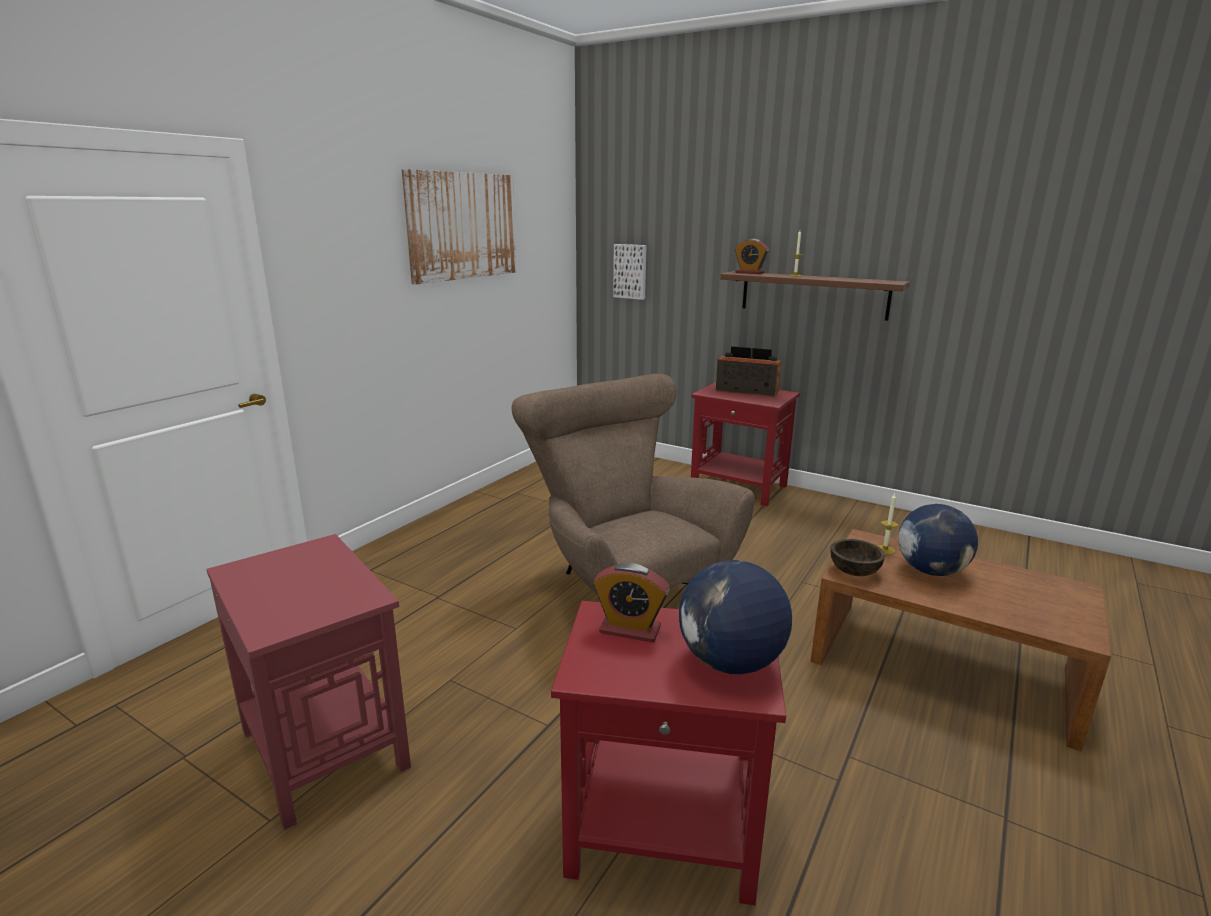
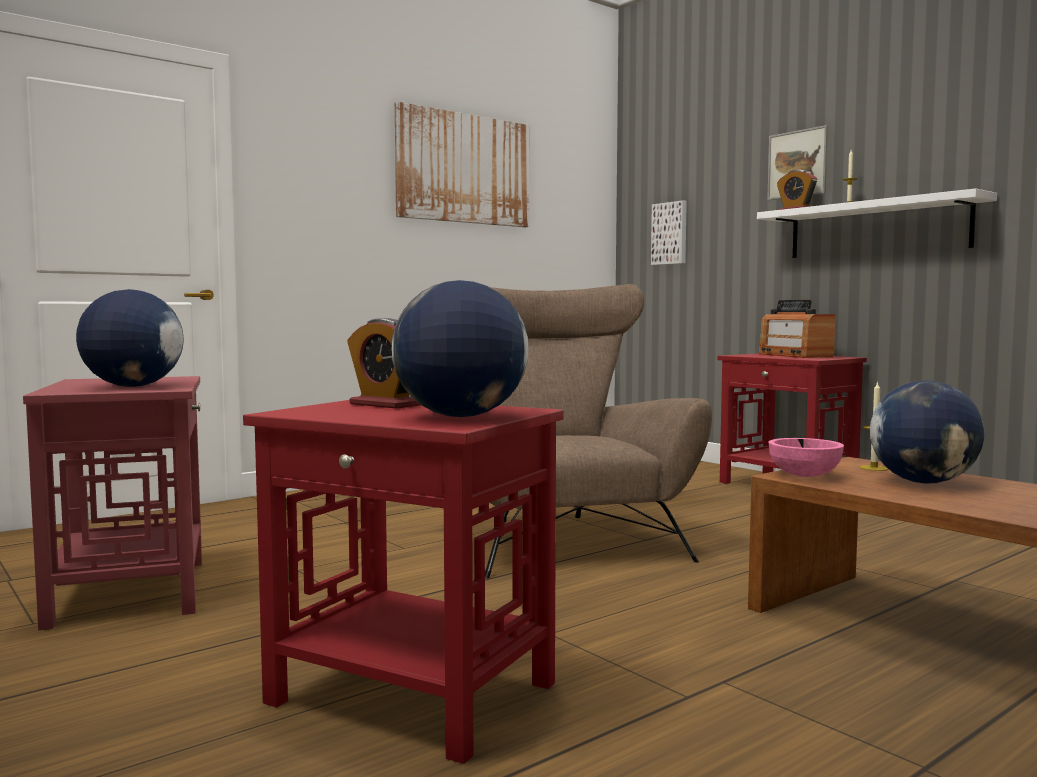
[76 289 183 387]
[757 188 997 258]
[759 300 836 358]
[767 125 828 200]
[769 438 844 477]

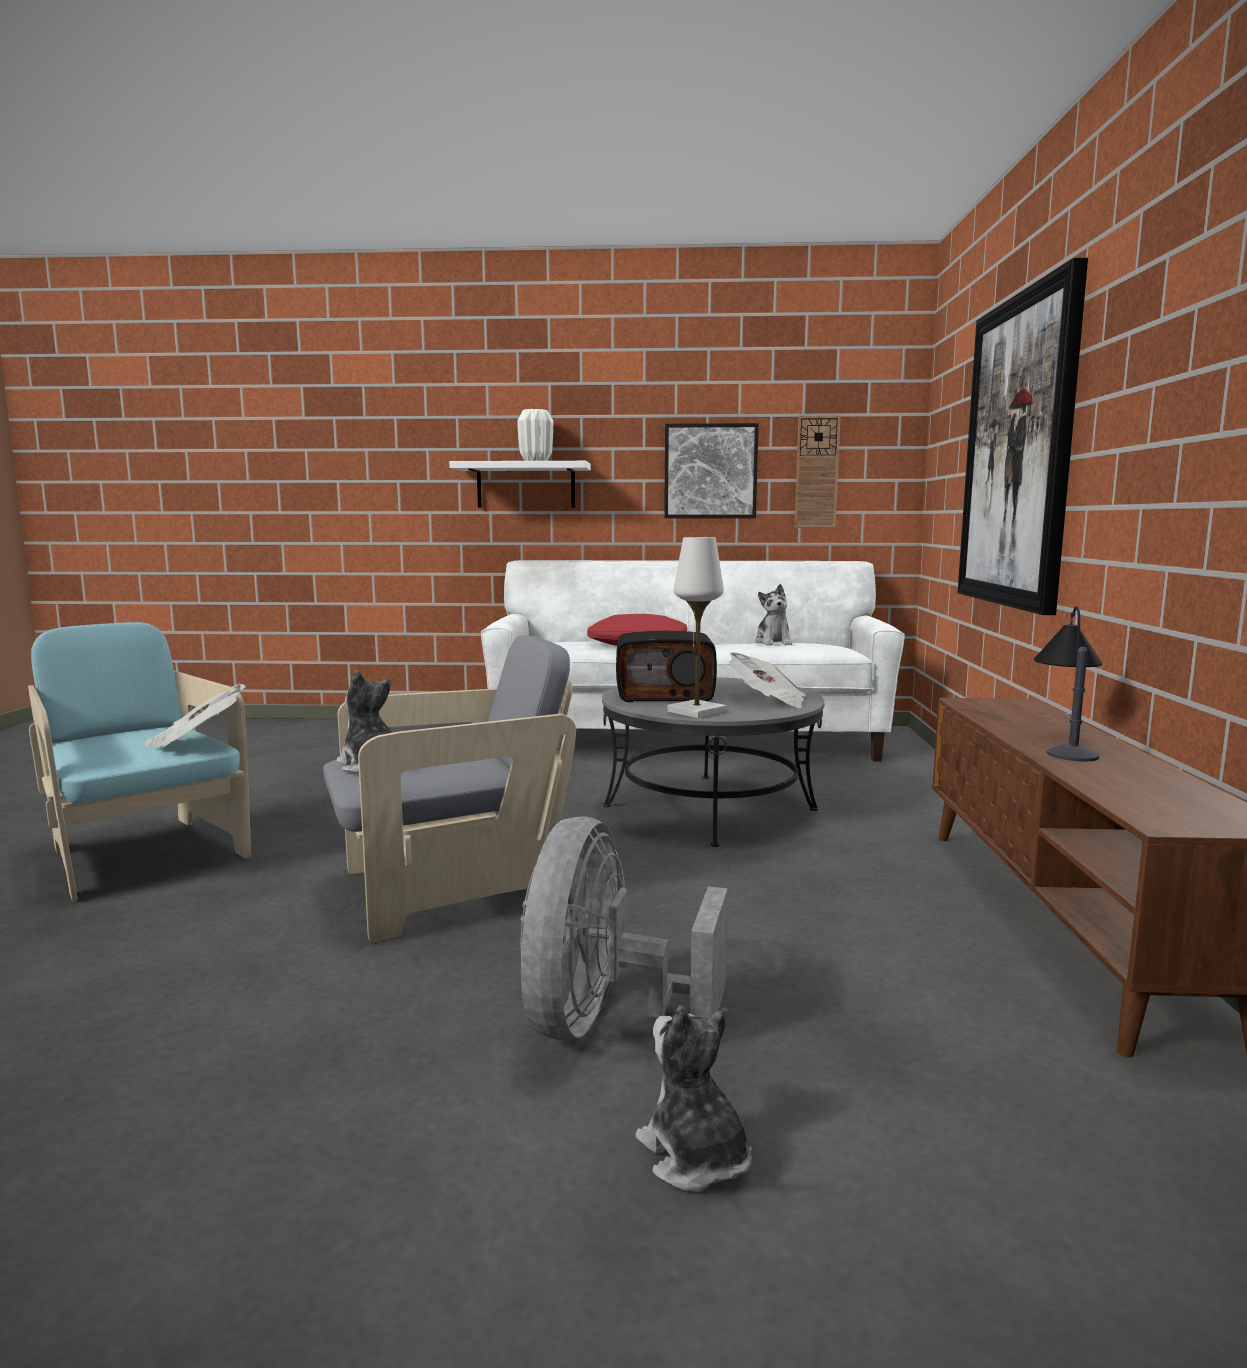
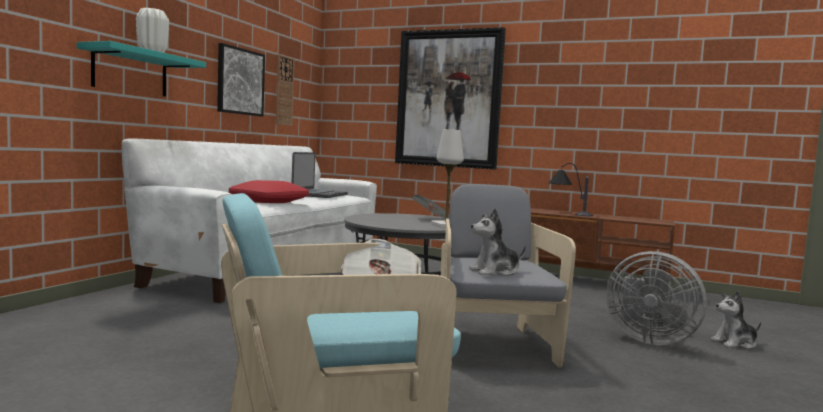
[77 41 206 97]
[292 152 348 198]
[616 631 717 702] (first image)

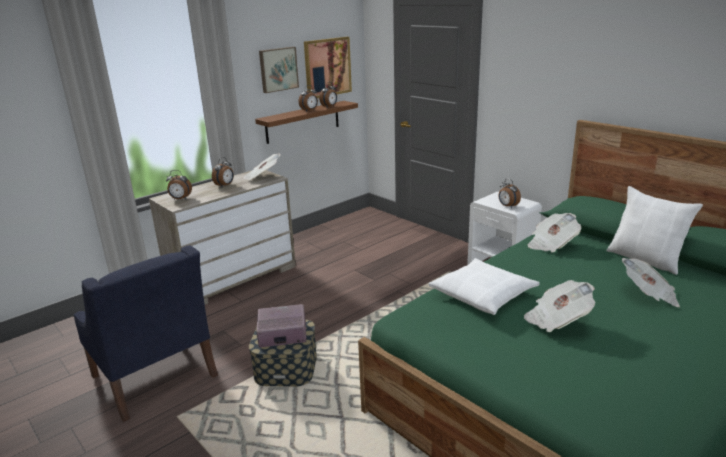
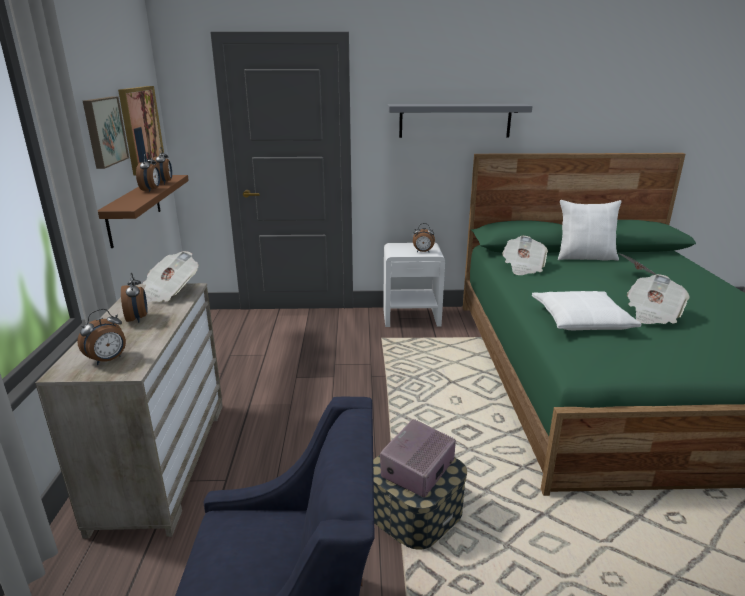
[388 104 533 138]

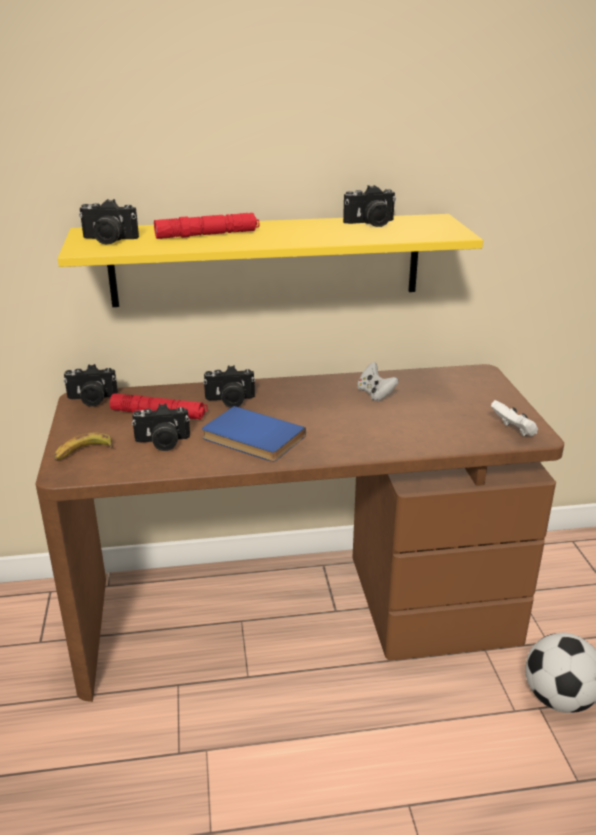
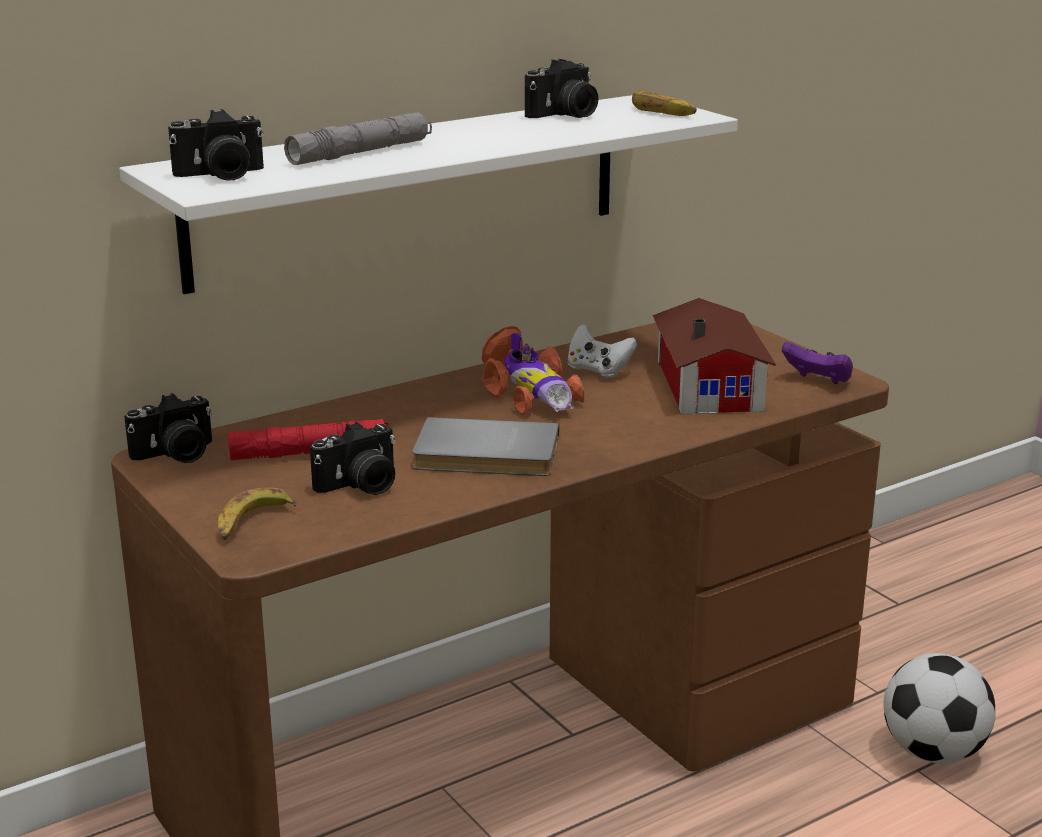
[119 95 738 294]
[284 112 432 165]
[412 417 559 476]
[481 326 584 415]
[632 90 697 116]
[652 298 776 414]
[782 342 853 384]
[203 365 255 408] (first image)

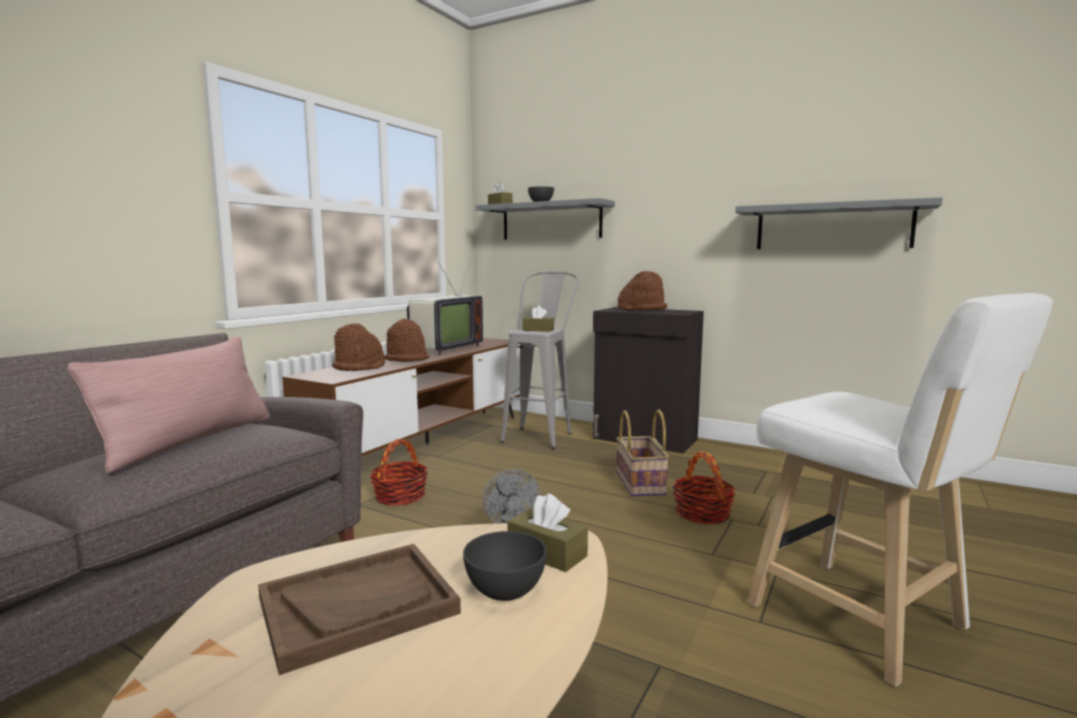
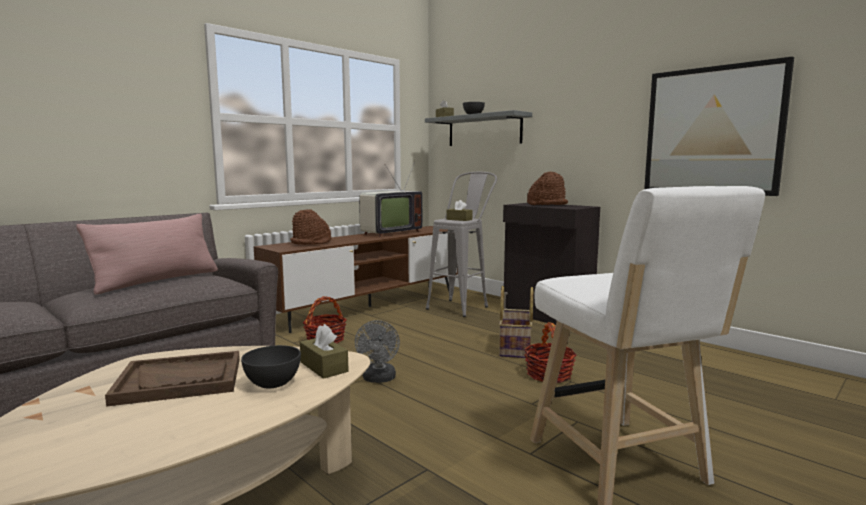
[644 56 794 196]
[384 318 430 362] (first image)

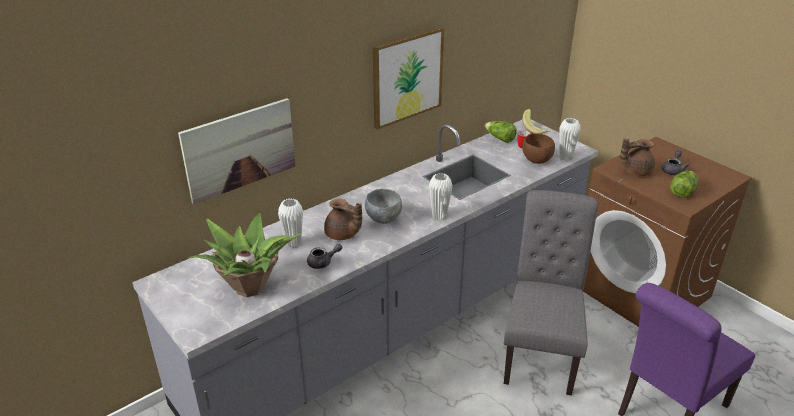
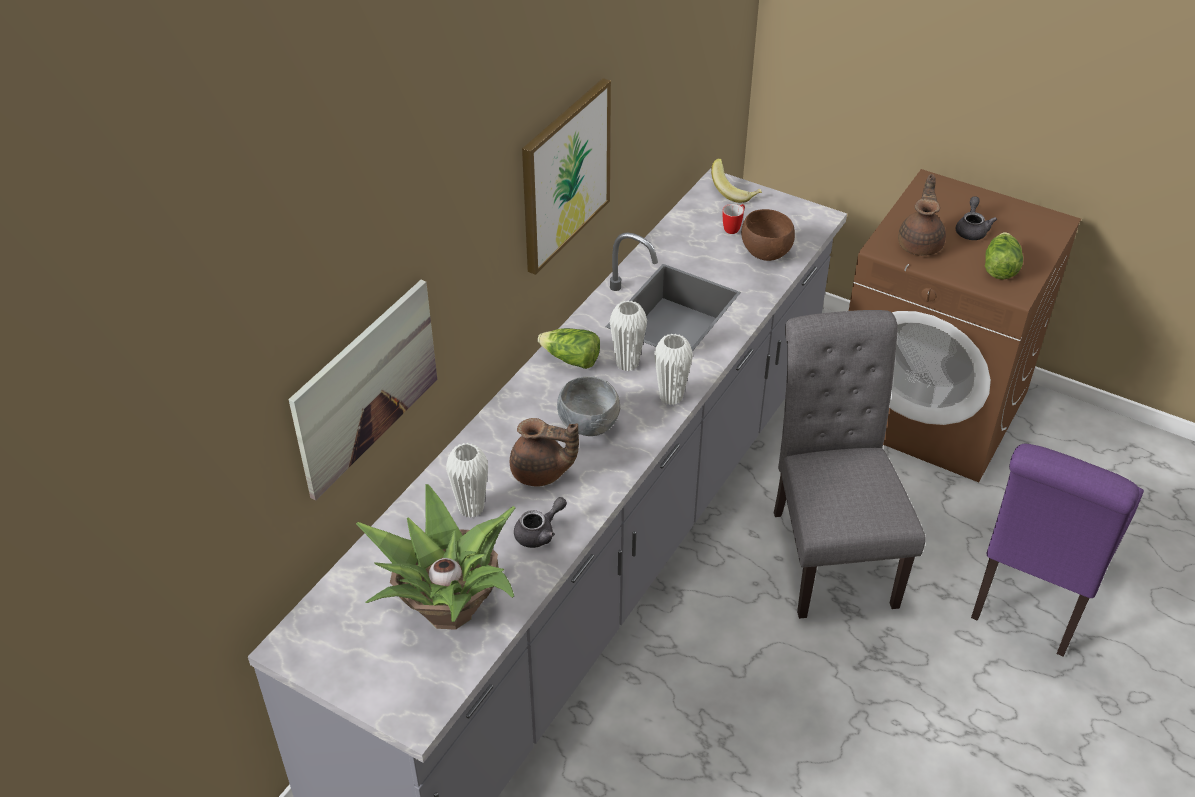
[538 328 600 369]
[610 301 647 371]
[898 174 946 256]

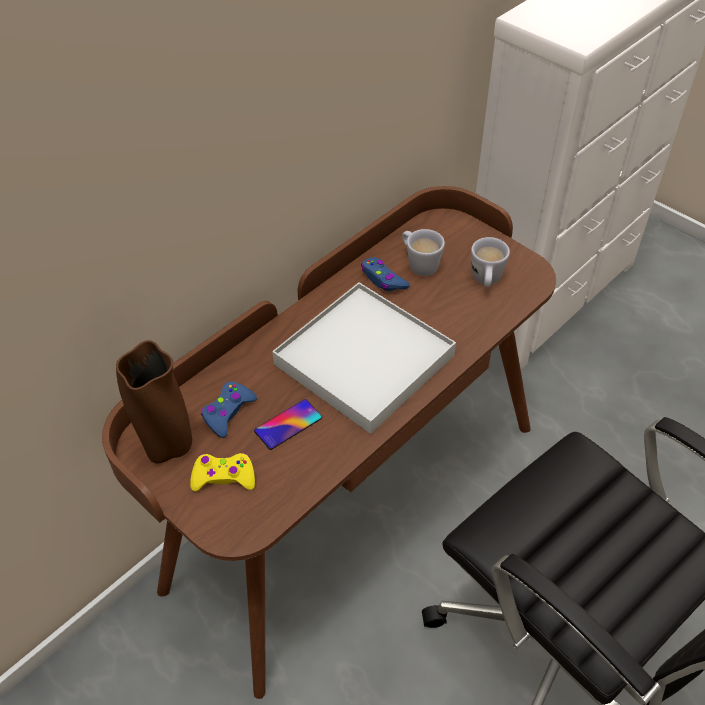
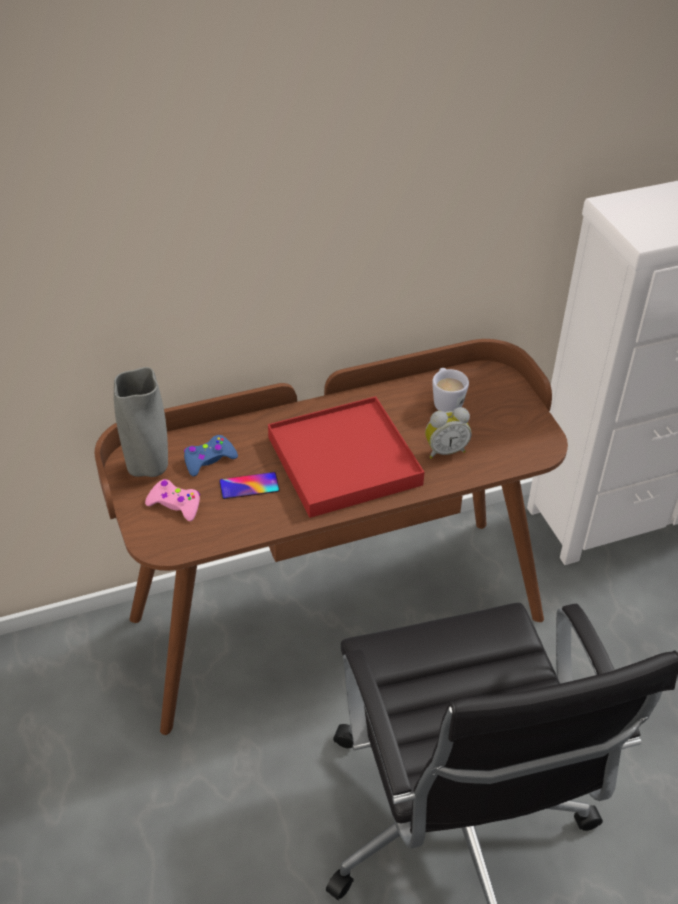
[114 367 168 477]
[145 479 200 521]
[268 396 424 518]
[425 407 472 459]
[361 257 410 291] (first image)
[471 237 510 287] (first image)

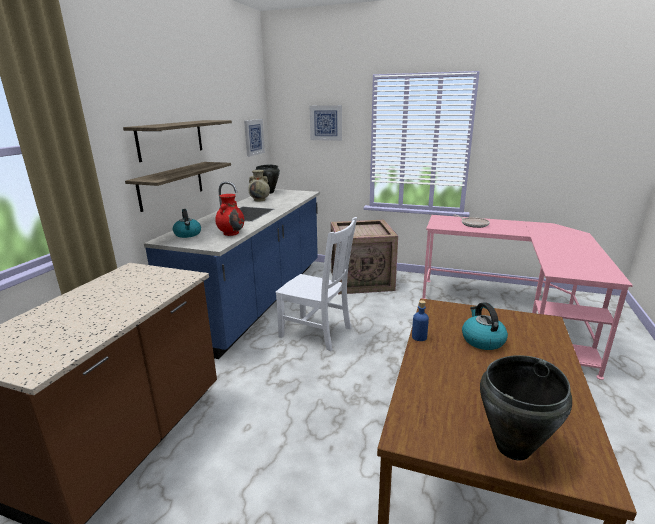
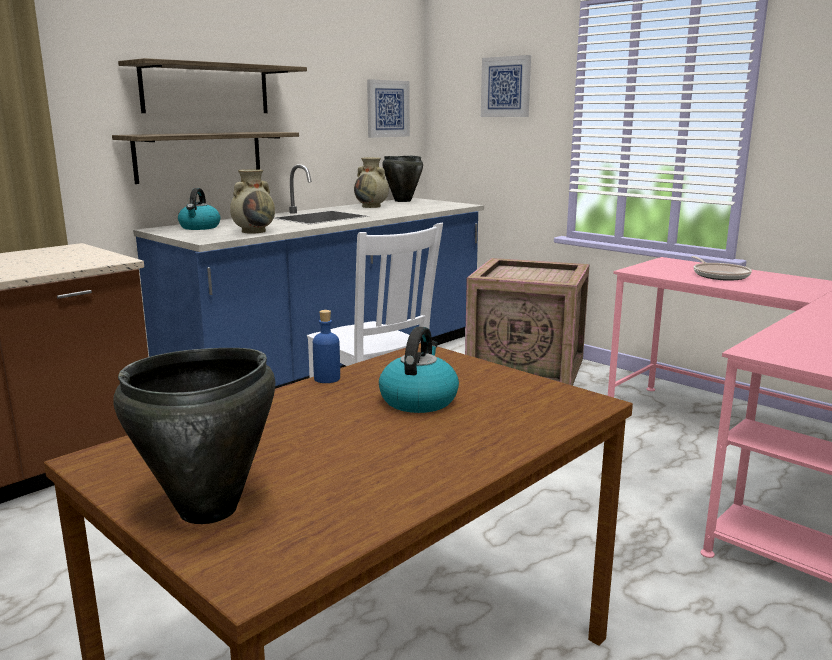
[230 169 275 234]

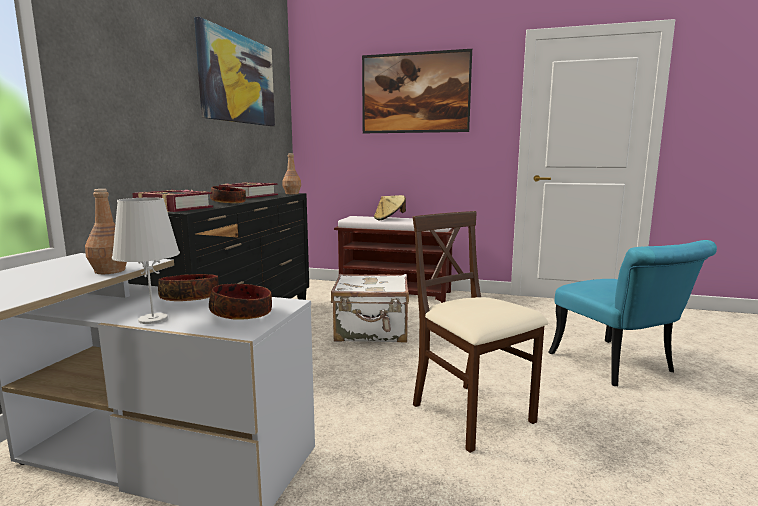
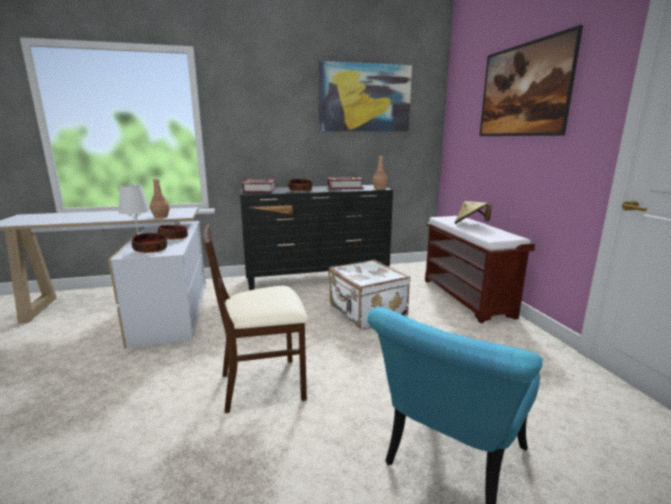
[202 225 308 413]

